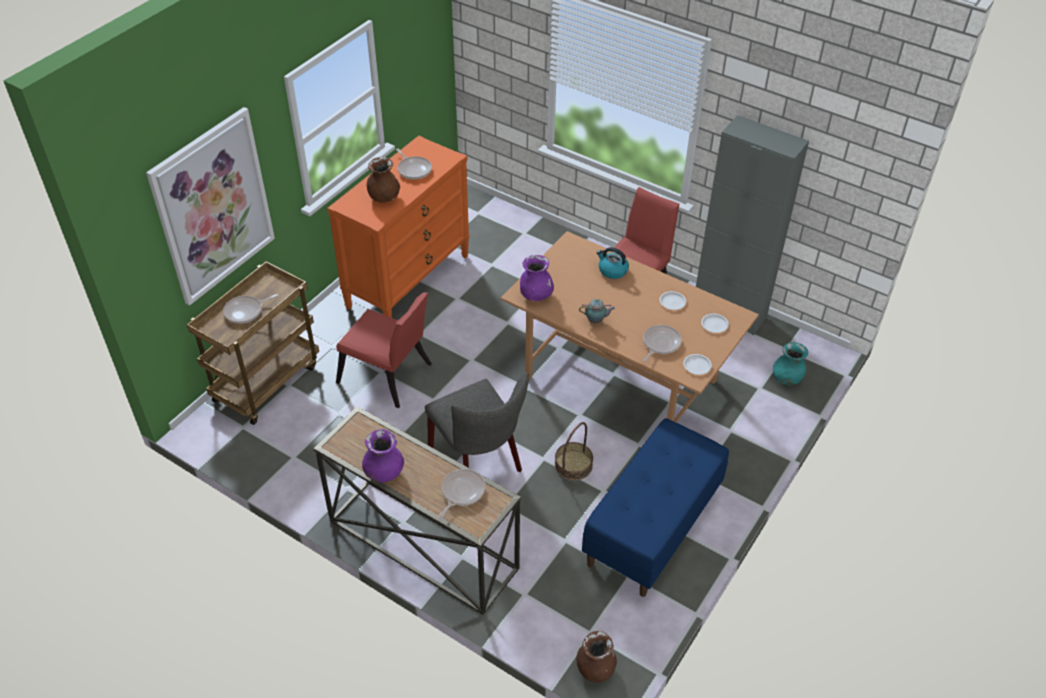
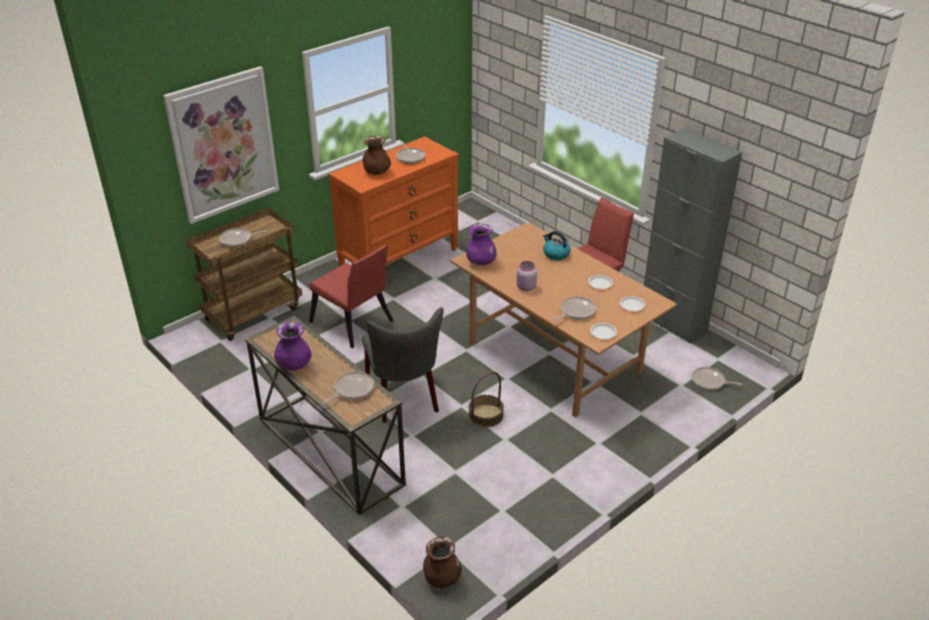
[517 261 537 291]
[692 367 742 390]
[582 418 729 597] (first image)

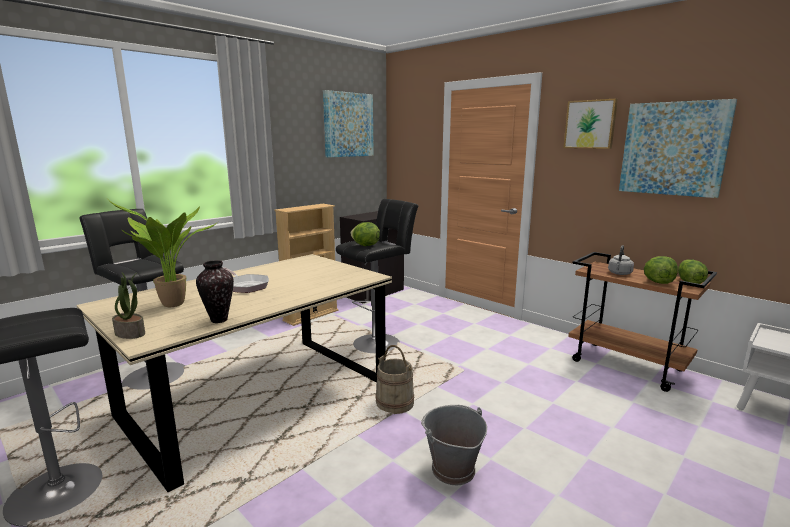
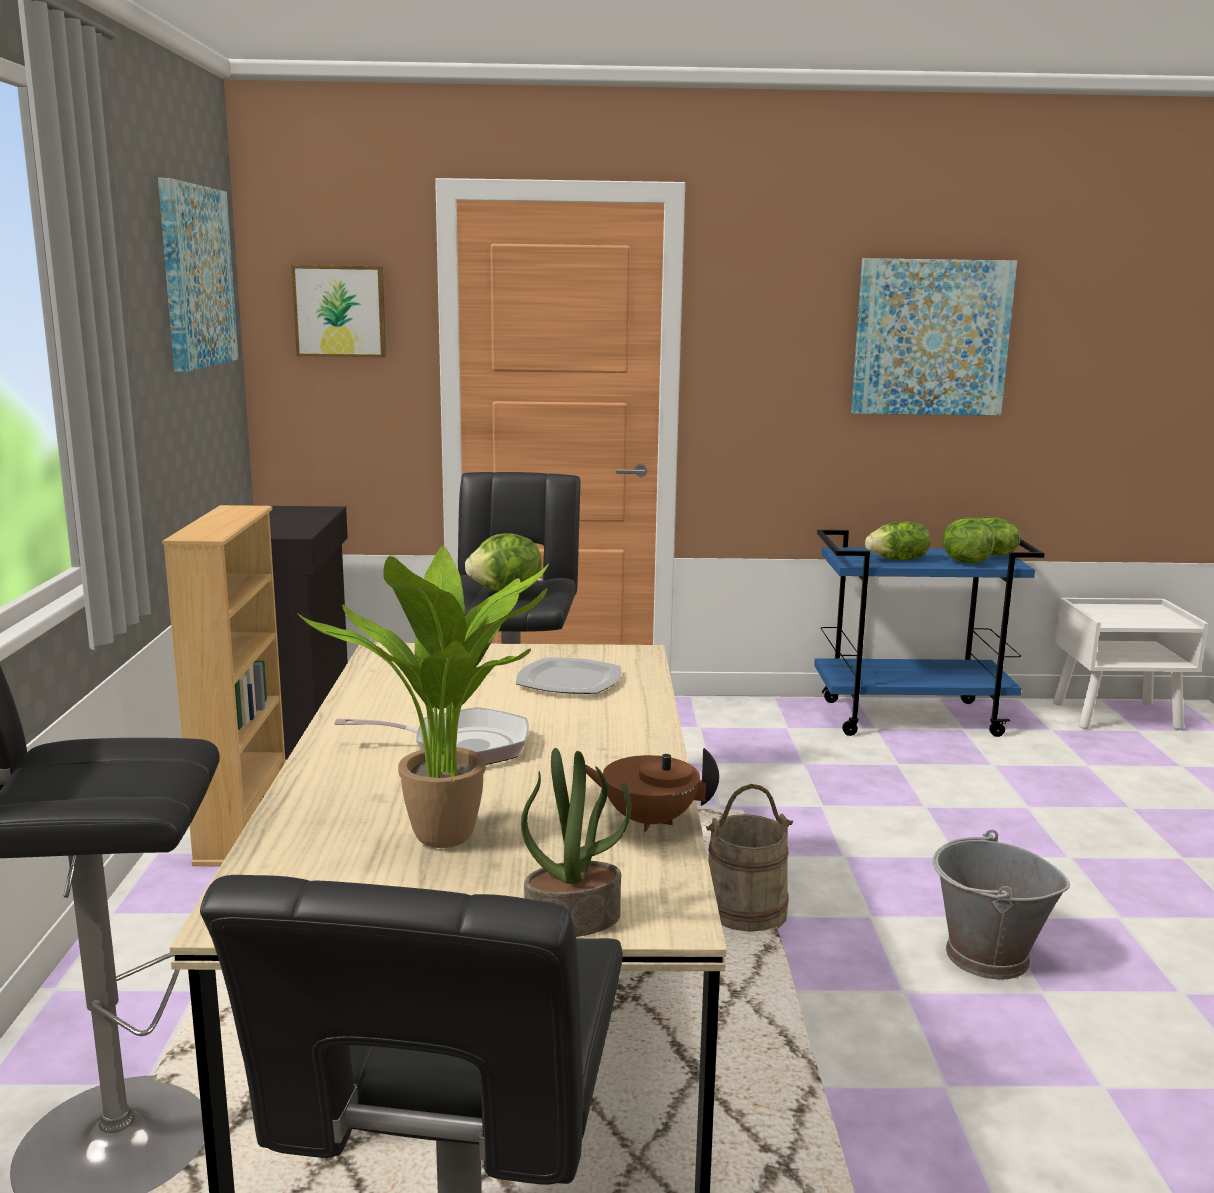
[291 265 386 357]
[516 658 622 694]
[585 748 719 831]
[814 530 1044 737]
[865 521 931 560]

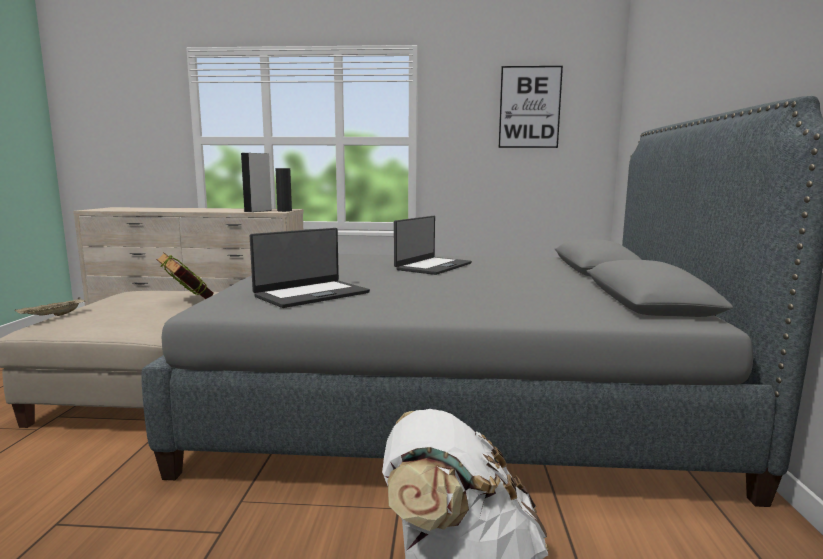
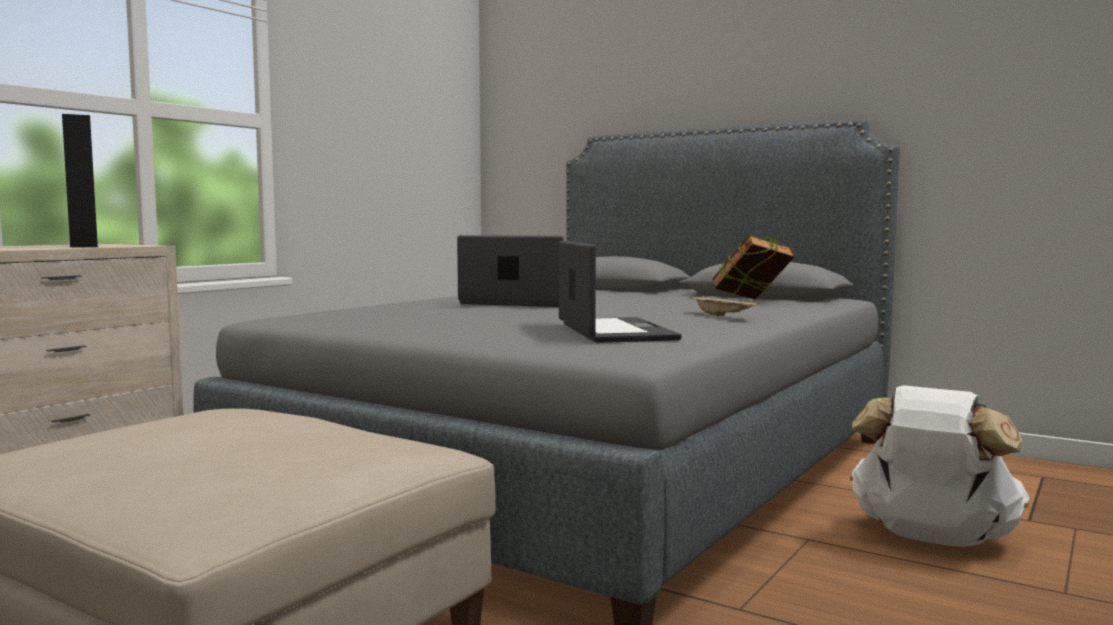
[457 235 563 307]
[690 295 760 316]
[712 235 795 300]
[275 168 292 212] (first image)
[499 66 563 148] (first image)

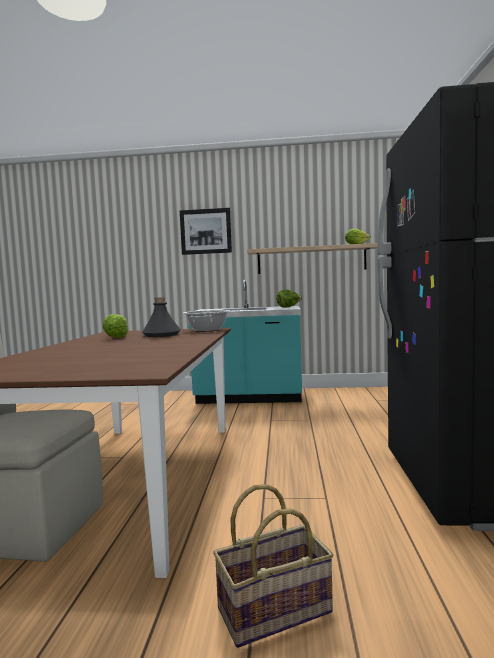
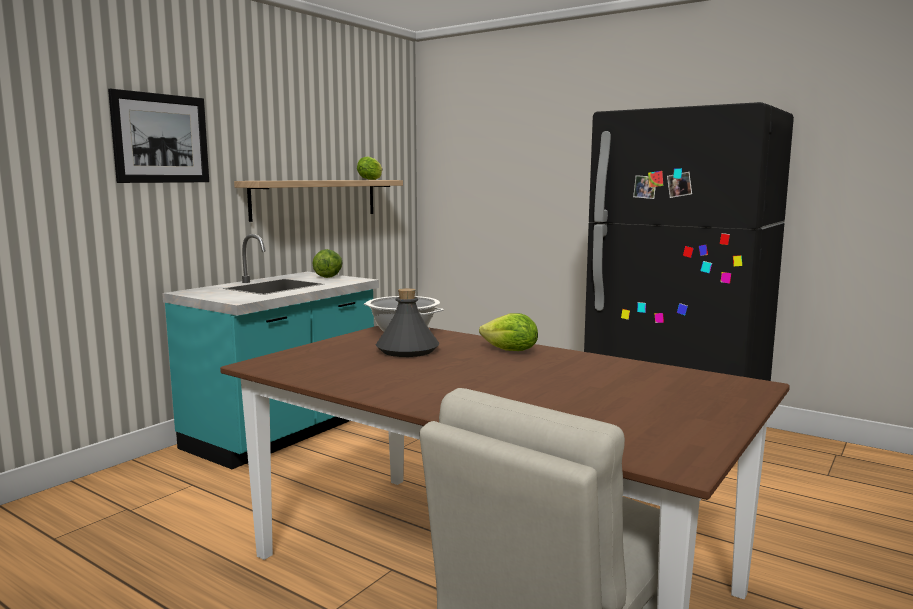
[479 313 538 351]
[213 484 333 648] (first image)

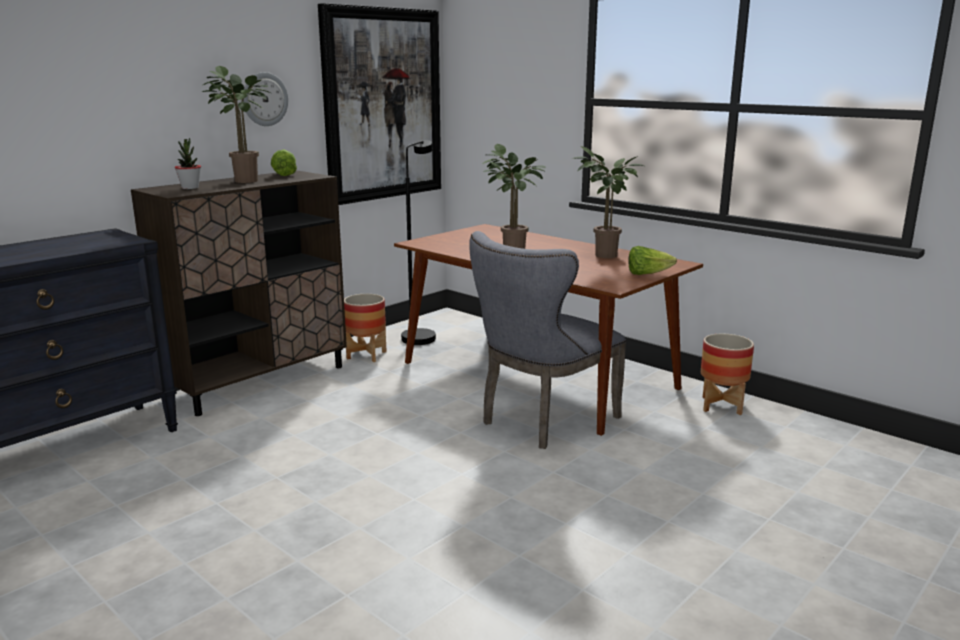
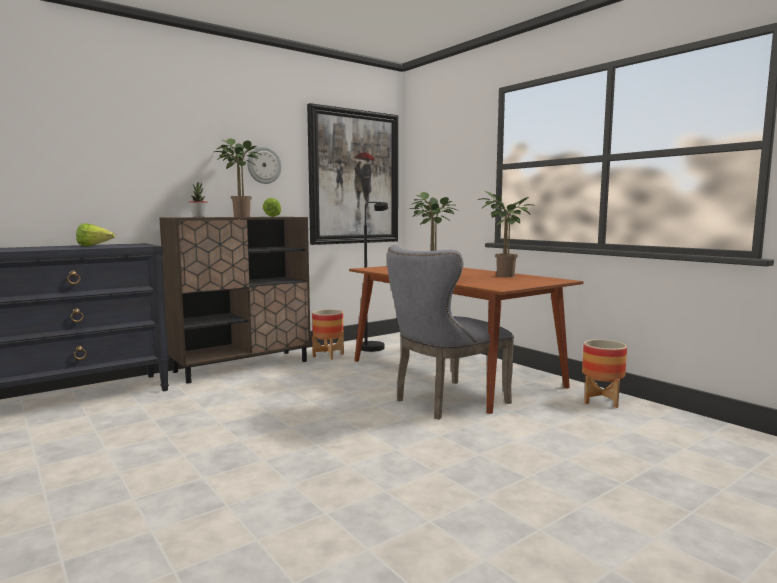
[76 223 115 246]

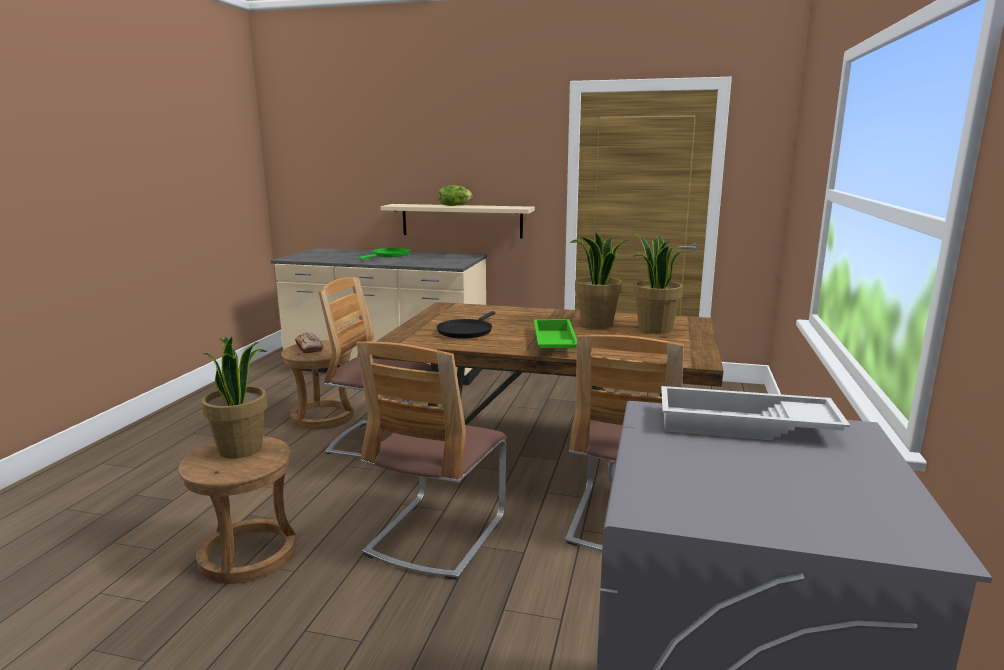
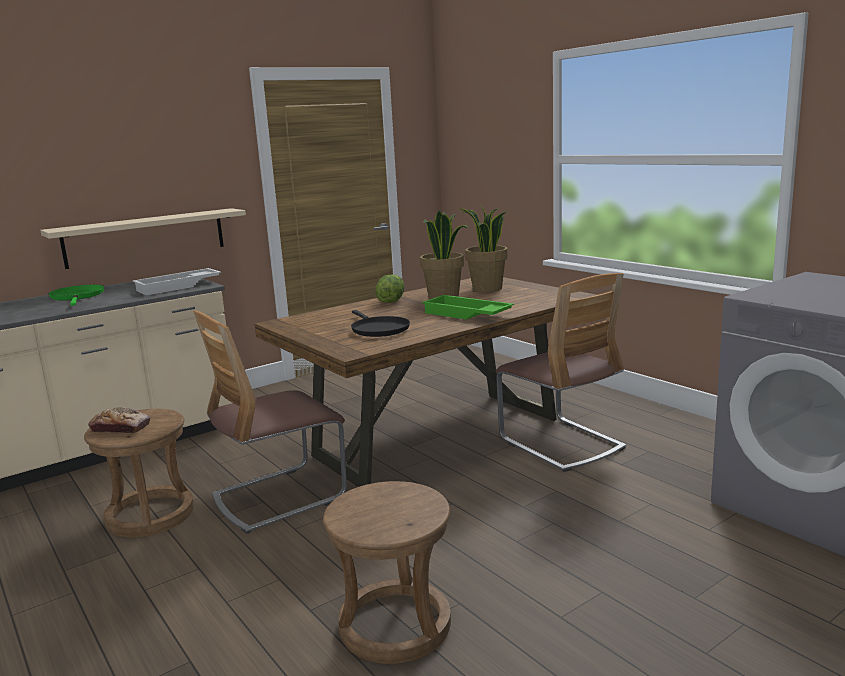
[133 268 221 295]
[375 274 404 303]
[202 336 267 459] (first image)
[356 342 507 580] (first image)

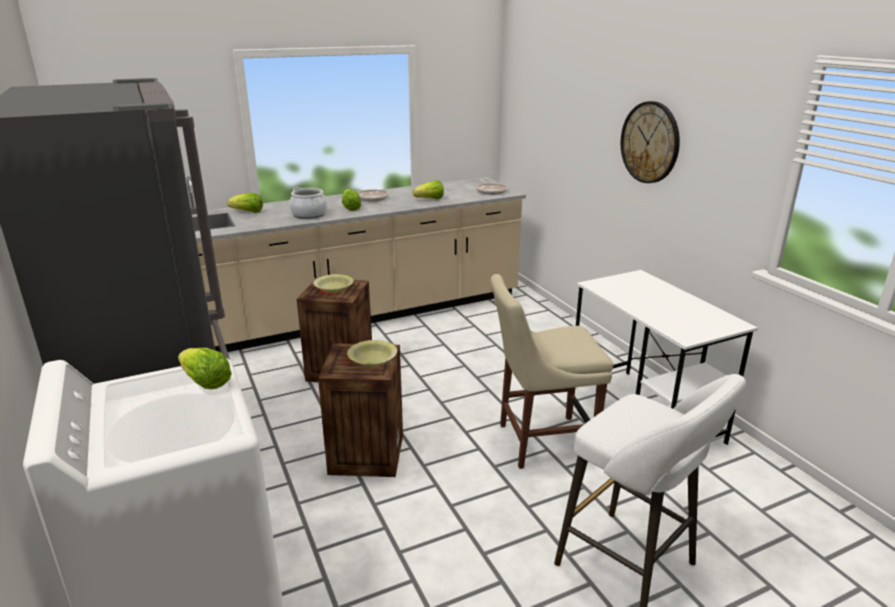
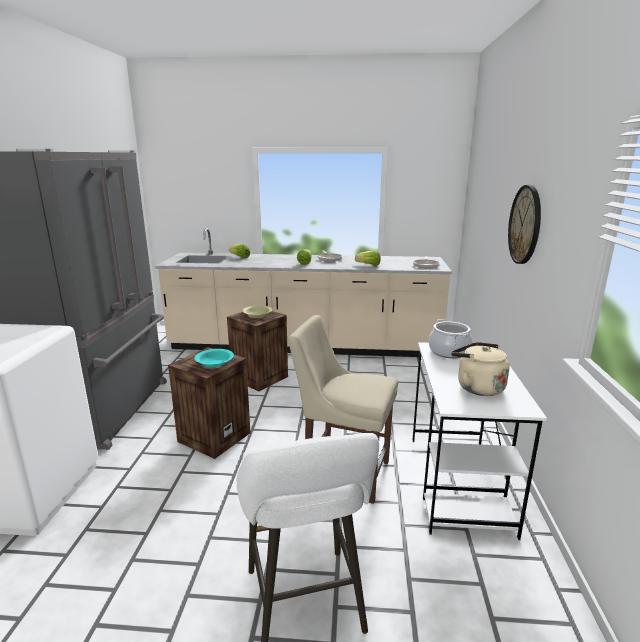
[195 349 234 367]
[429 319 473 358]
[451 342 510 396]
[178 348 232 389] (first image)

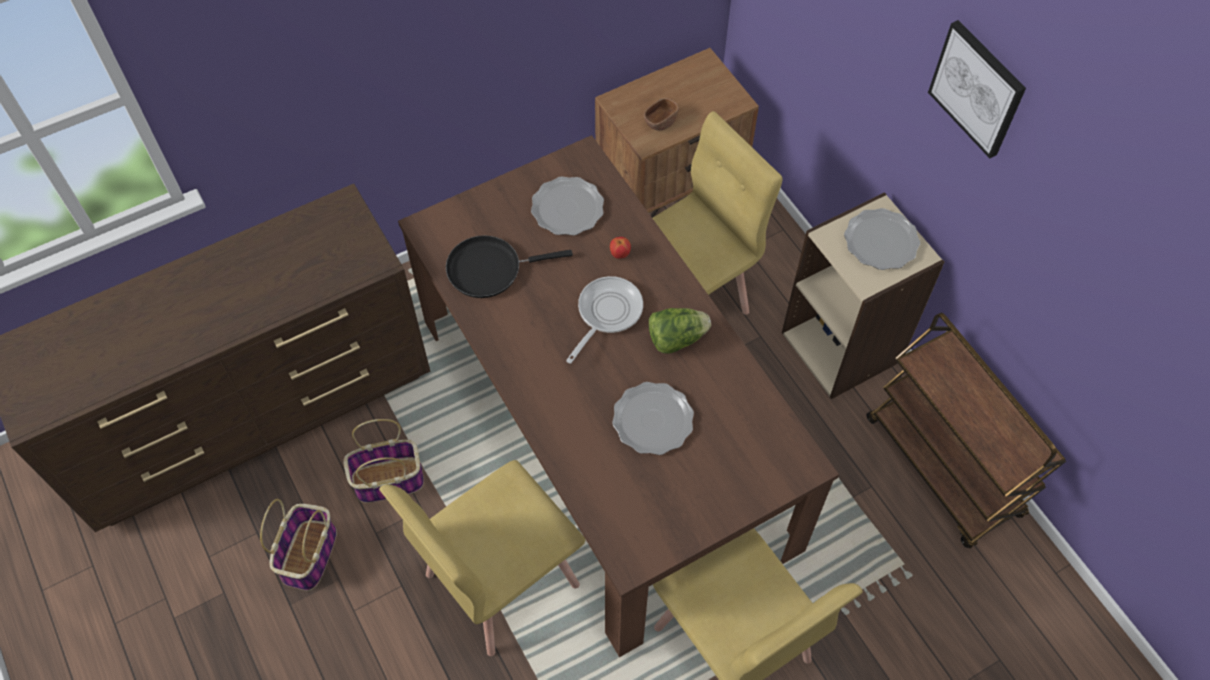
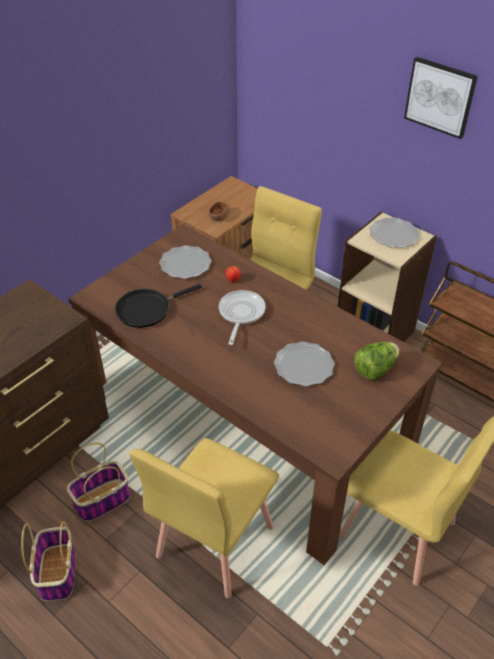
[354 342 399 380]

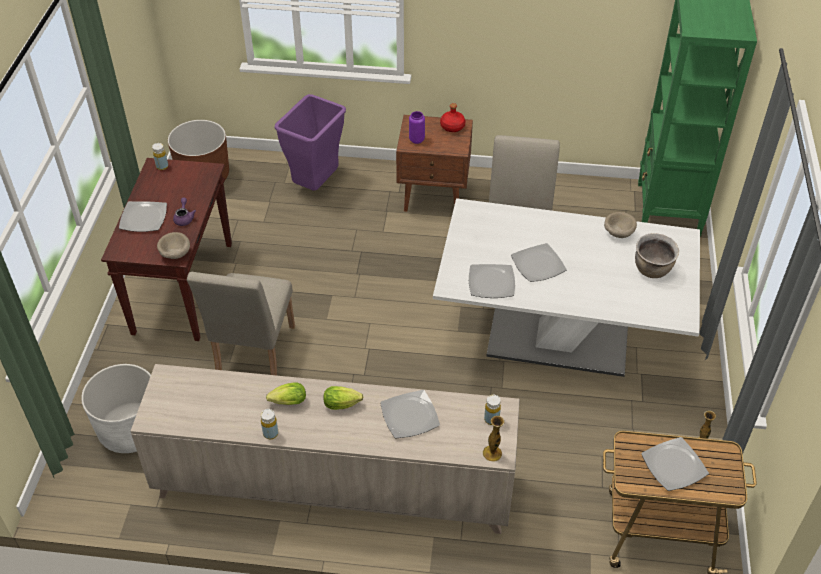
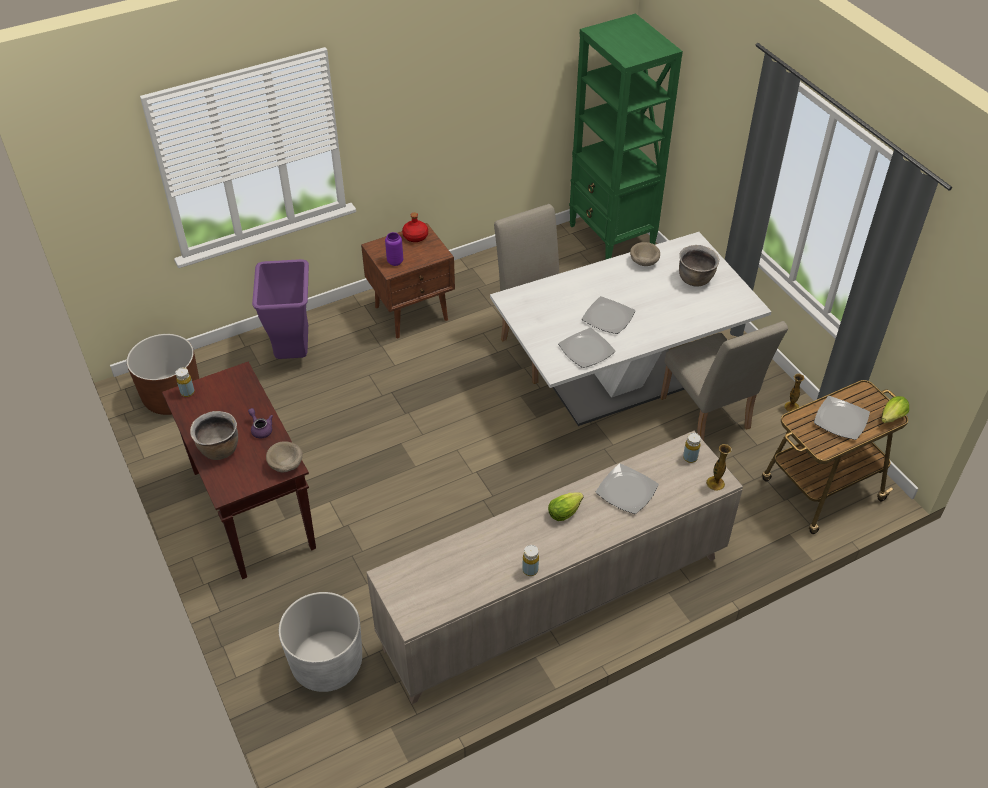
[190 411 238 460]
[660 321 788 441]
[881 396 909 423]

